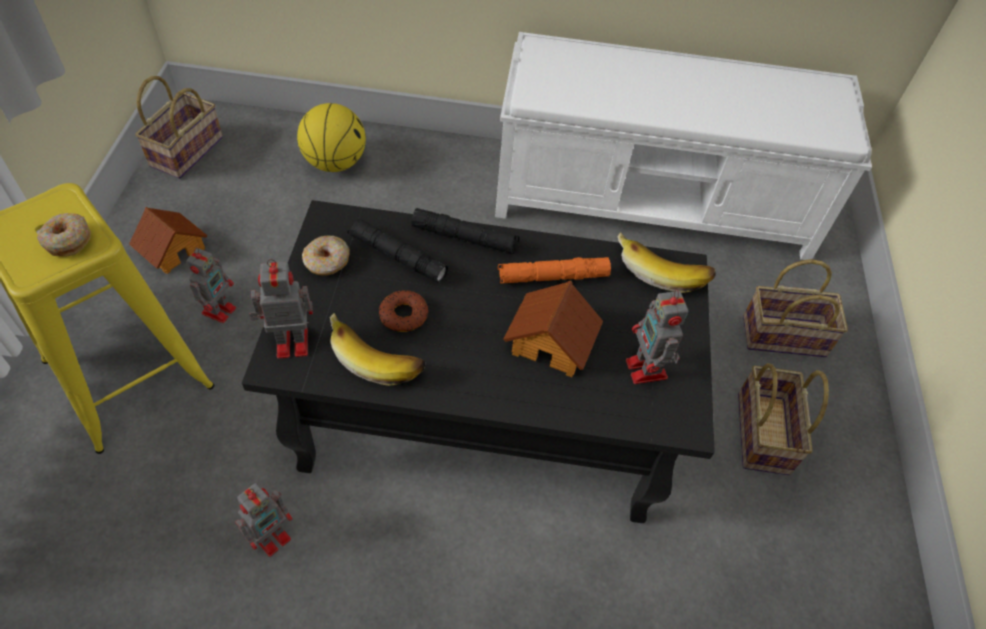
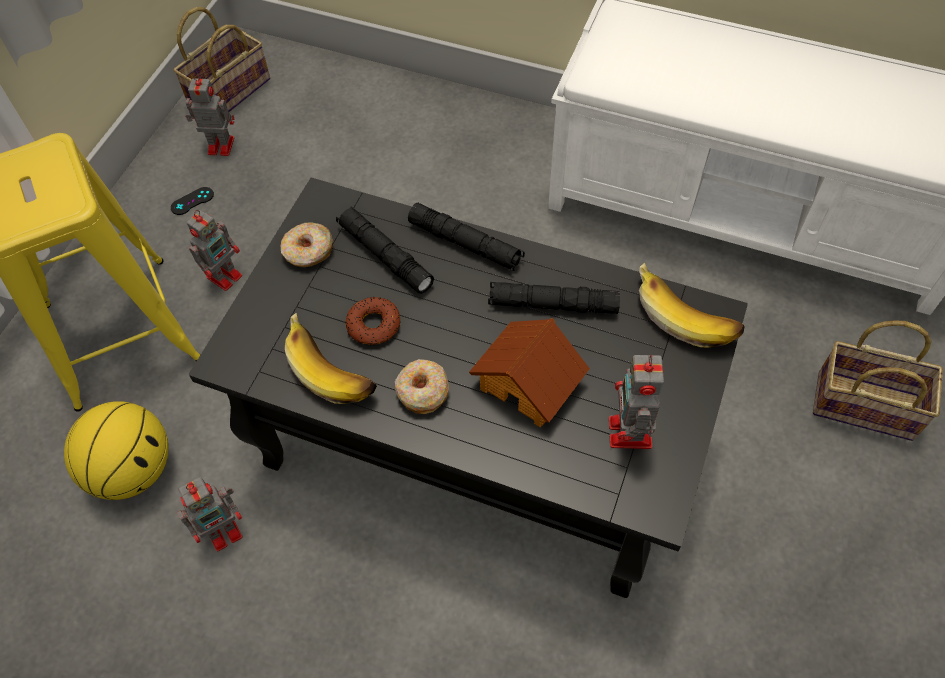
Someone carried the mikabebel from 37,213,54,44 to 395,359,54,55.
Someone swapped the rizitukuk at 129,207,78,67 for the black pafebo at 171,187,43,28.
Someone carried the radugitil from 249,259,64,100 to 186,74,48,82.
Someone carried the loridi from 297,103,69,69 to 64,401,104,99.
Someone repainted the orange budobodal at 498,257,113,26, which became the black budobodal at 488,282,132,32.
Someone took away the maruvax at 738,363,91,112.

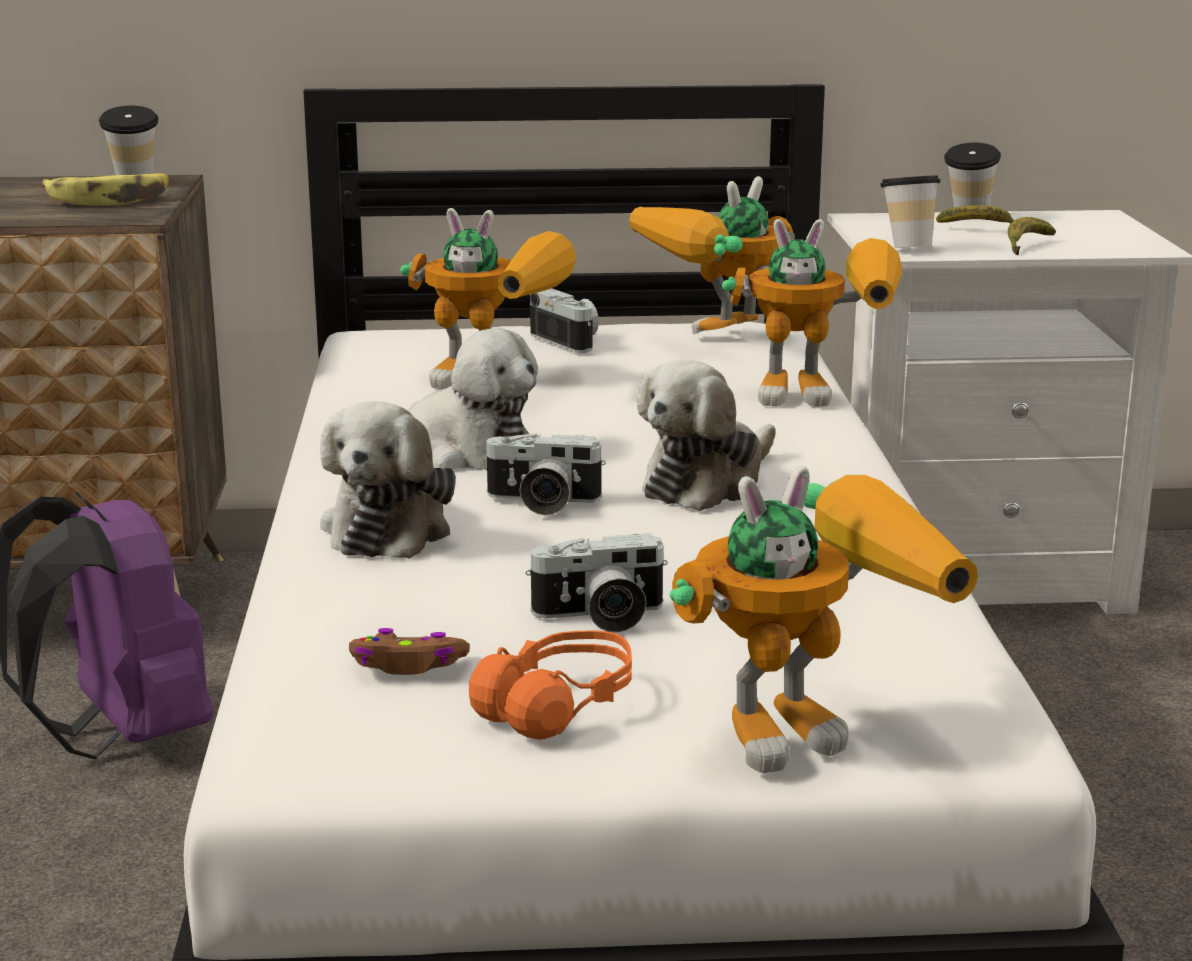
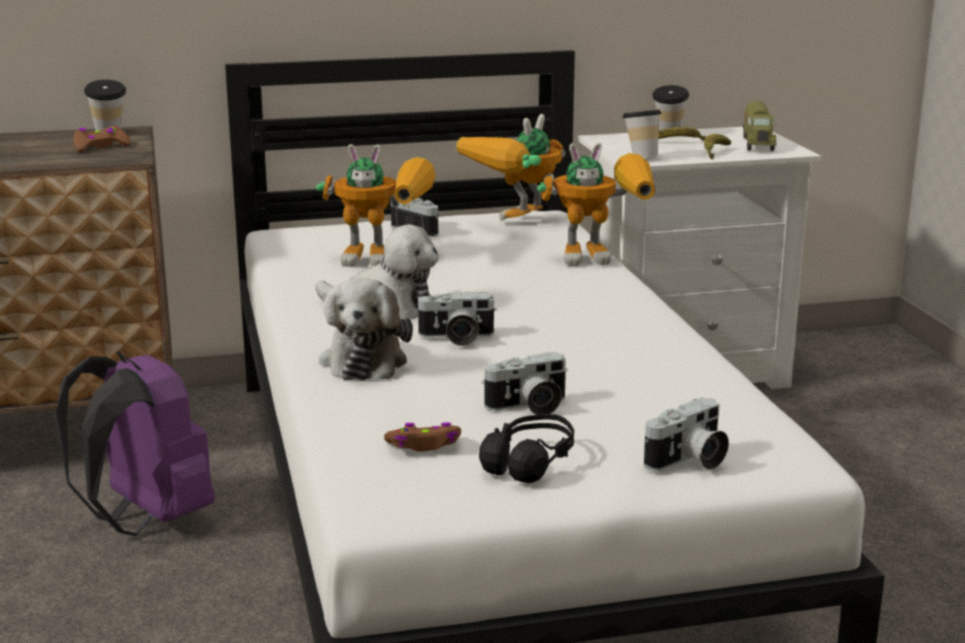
Someone swapped the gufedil at 41,174,128,32 for the brown pafebo at 74,126,57,26.
Someone repainted the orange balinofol at 469,630,163,110, which became the black balinofol at 479,414,95,69.
Someone took away the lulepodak at 637,360,139,151.
Someone swapped the radugitil at 670,465,308,308 for the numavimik at 644,397,85,74.
Someone put down the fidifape at 743,101,35,50.

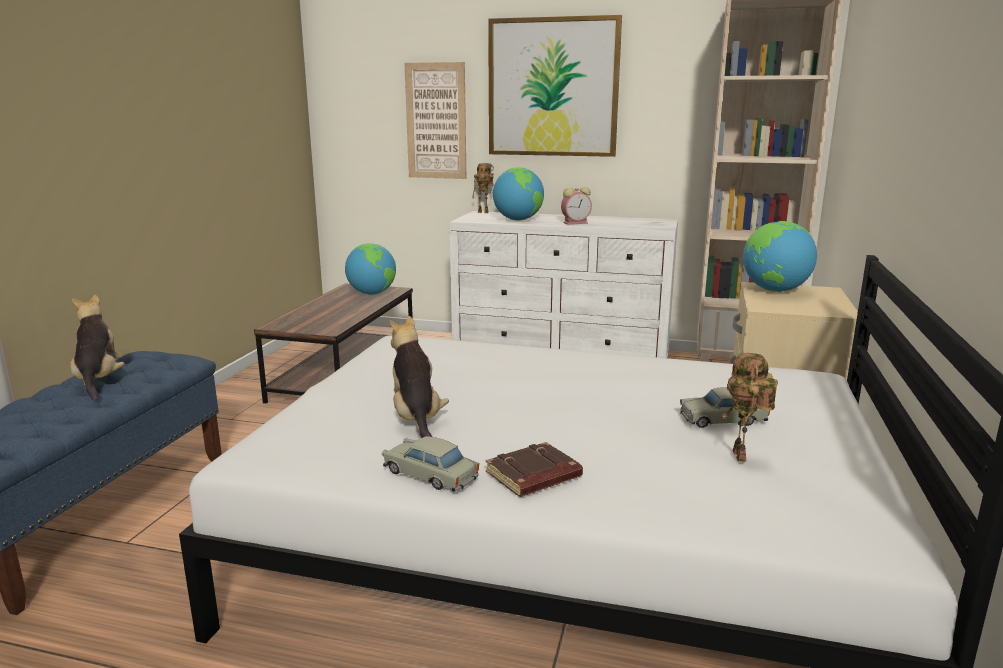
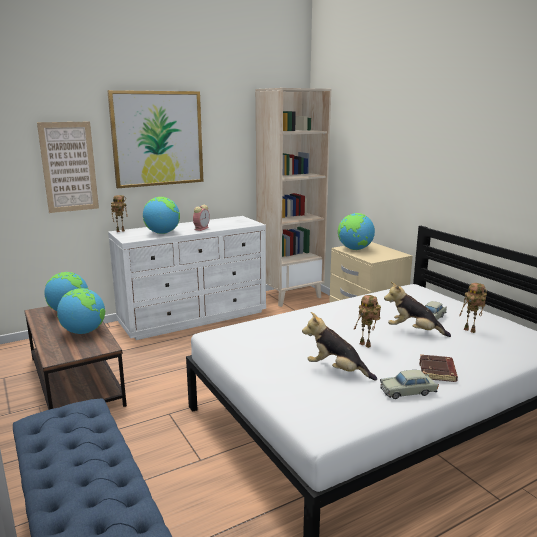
Someone carried the lulepodak from 70,295,55,105 to 384,282,67,55.
Someone put down the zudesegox at 57,288,48,46.
Someone put down the radugitil at 354,295,27,53.

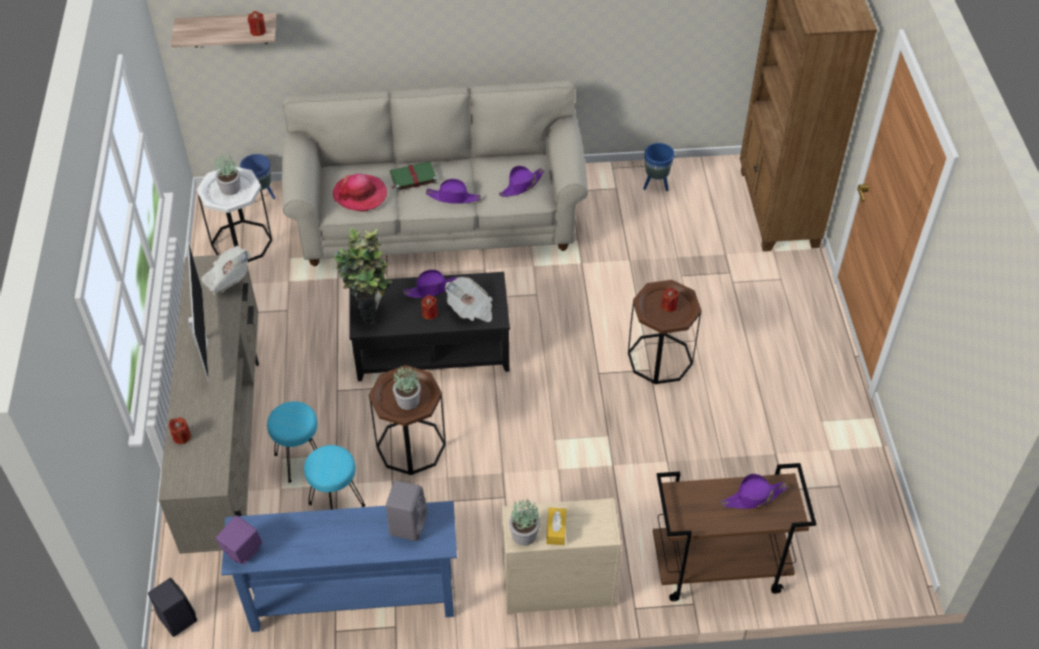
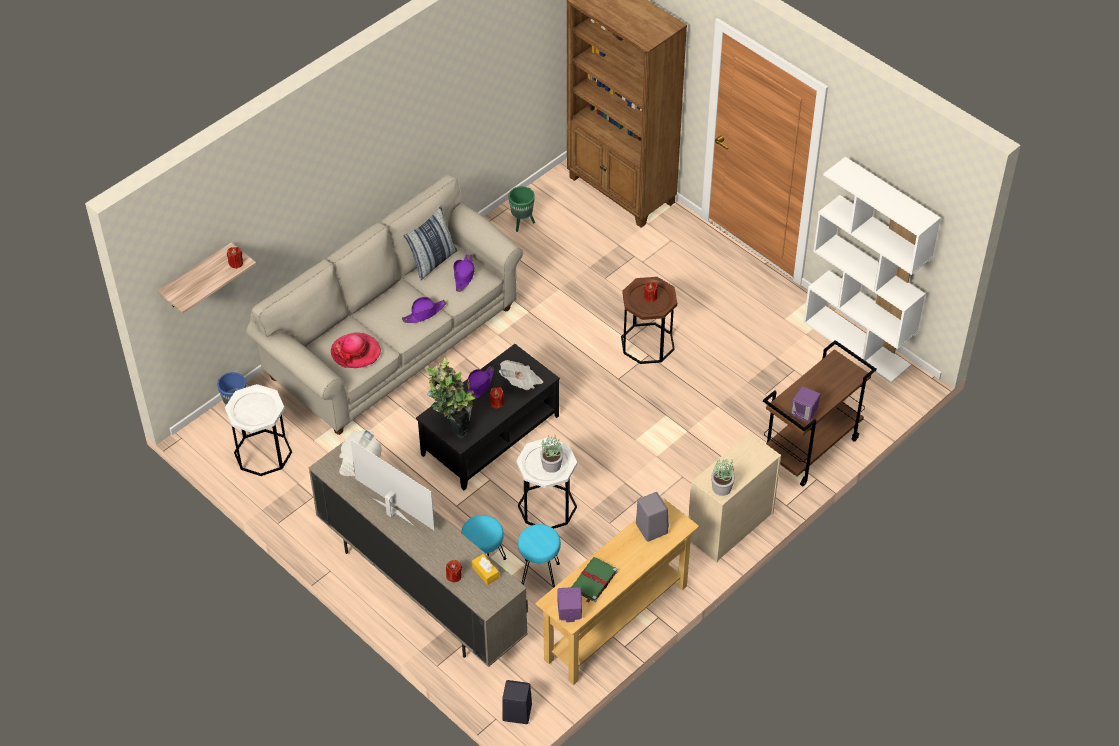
Someone took away the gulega at 215,154,25,41.
Someone repainted the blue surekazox at 221,501,236,131, which became the beige surekazox at 535,497,164,188.
Someone repainted the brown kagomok at 369,365,77,110, which became the white kagomok at 516,437,61,92.
Someone carried the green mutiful from 390,161,47,30 to 572,557,45,46.
Someone carried the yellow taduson from 546,508,21,37 to 472,554,27,31.
Someone repainted the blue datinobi at 643,143,31,48, which became the green datinobi at 508,186,27,46.
Someone took away the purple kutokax at 721,474,67,35.
Someone put down the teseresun at 403,206,55,74.
Someone put down the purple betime at 790,386,31,36.
Someone put down the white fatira at 804,157,137,226.

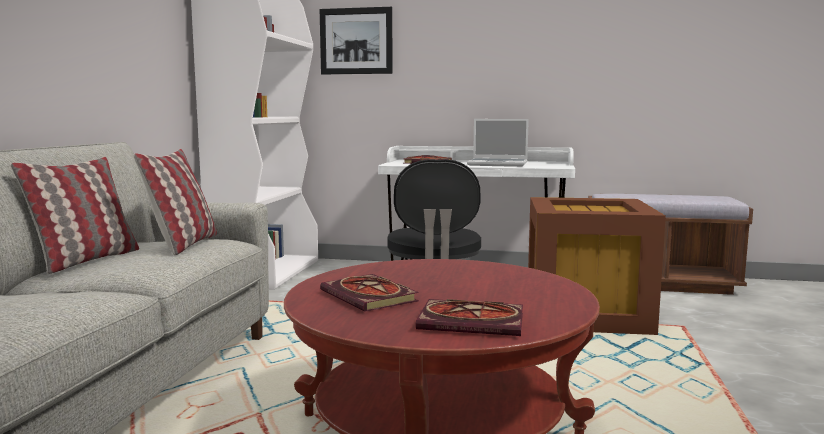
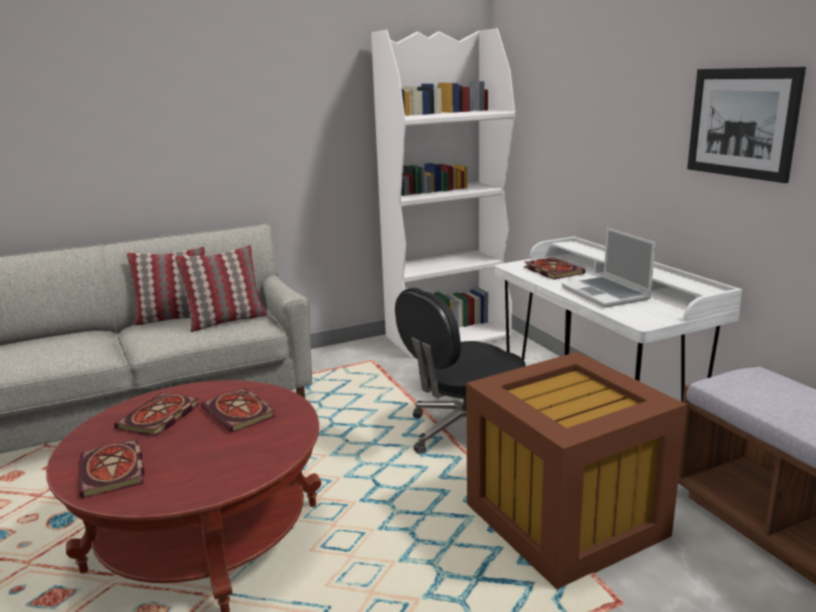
Someone carried the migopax from 320,7,73,67 to 687,67,119,116.
Someone put down the mutiful at 201,388,75,45.

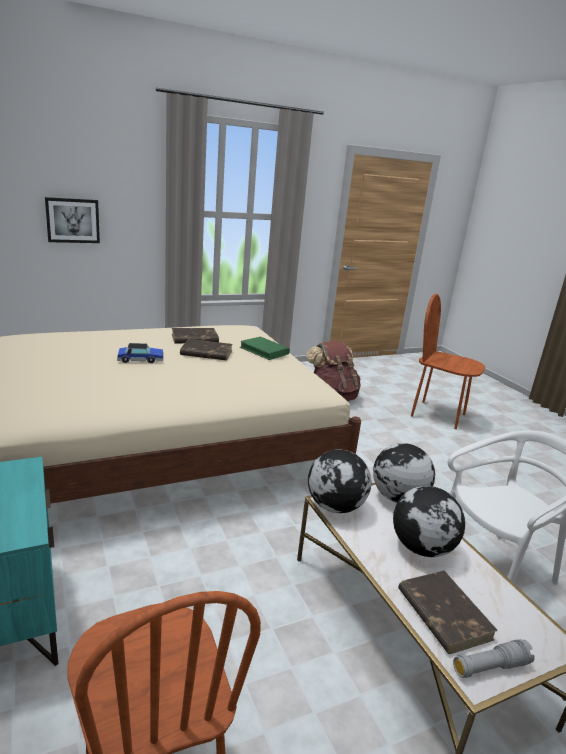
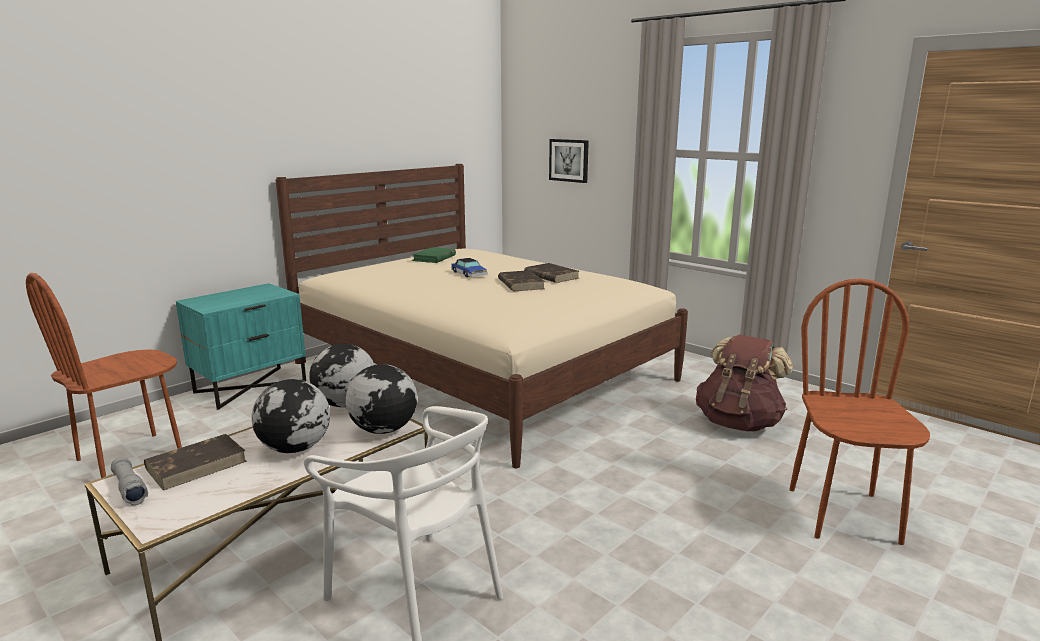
Someone carried the green mutiful from 240,337,50,23 to 412,247,44,16.

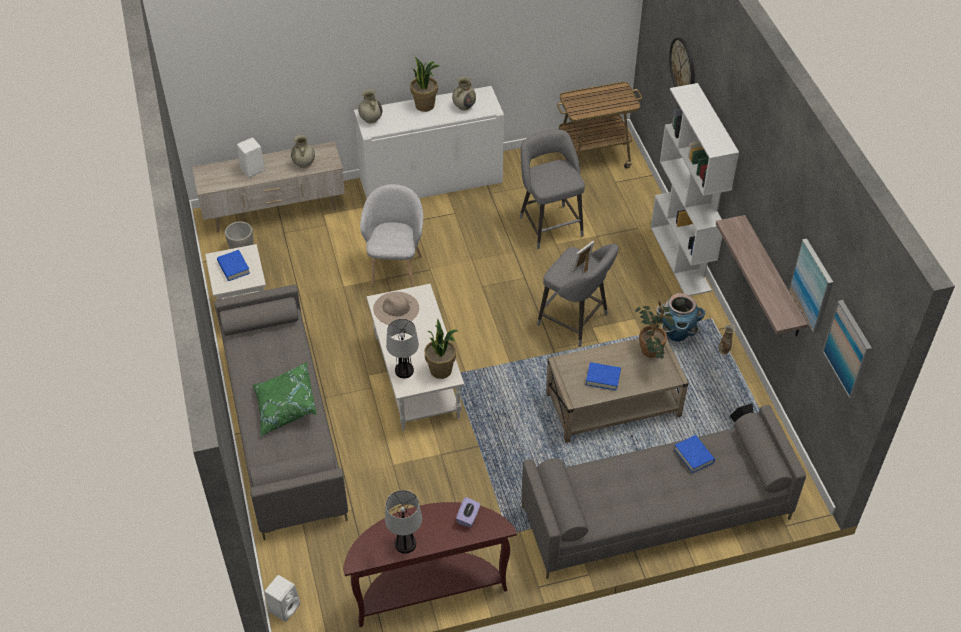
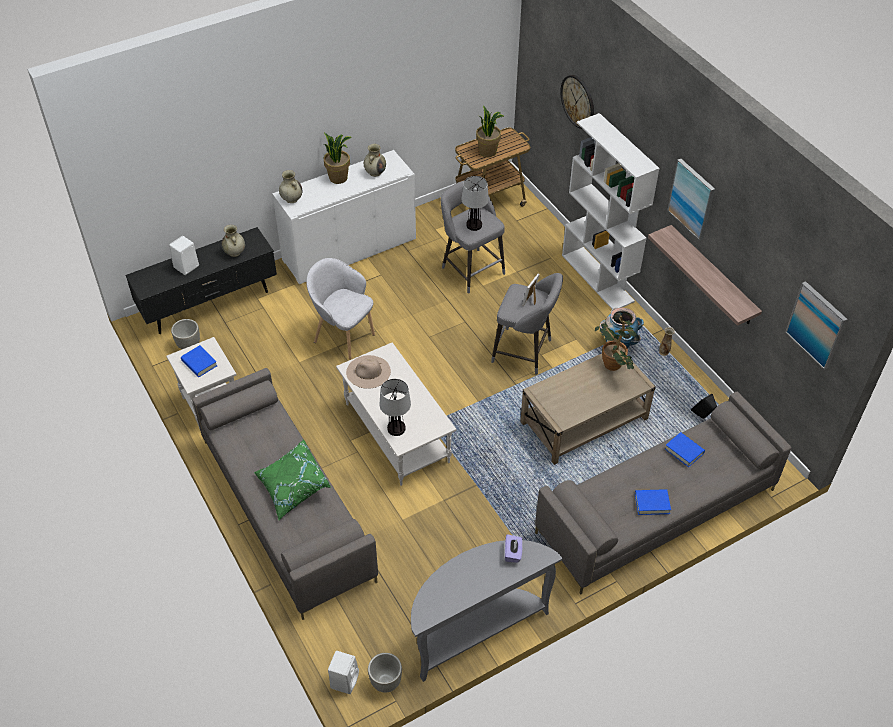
Someone repainted the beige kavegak at 192,142,153,90, which became the black kavegak at 125,227,152,107.
Someone repainted the brown surekazox at 343,502,174,125, which became the grey surekazox at 411,540,152,142.
Someone rotated the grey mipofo at 360,184,63,103 by 45 degrees counterclockwise.
Someone carried the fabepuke from 385,490,37,64 to 461,176,28,55.
Someone carried the gulega from 425,319,33,60 to 476,106,28,51.
Someone carried the blue mutiful from 586,362,35,29 to 635,489,36,26.
Someone carried the migopax from 789,239,44,95 to 667,159,48,82.
Someone put down the grey datinobi at 368,653,34,40.

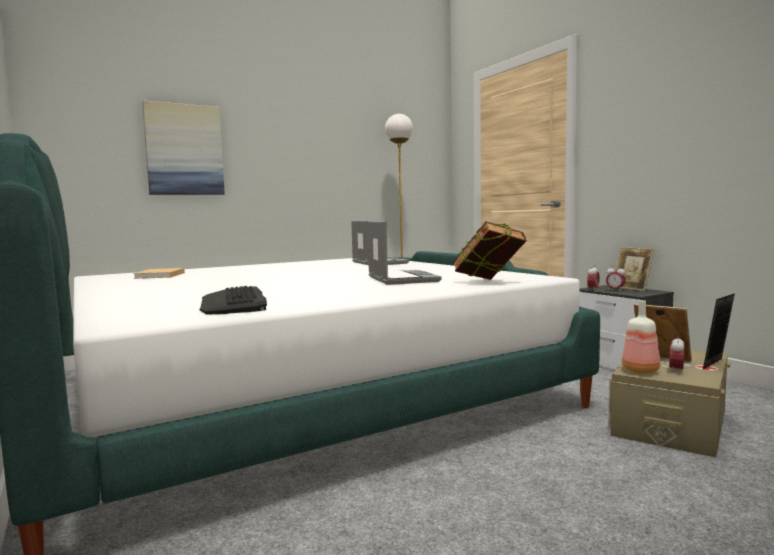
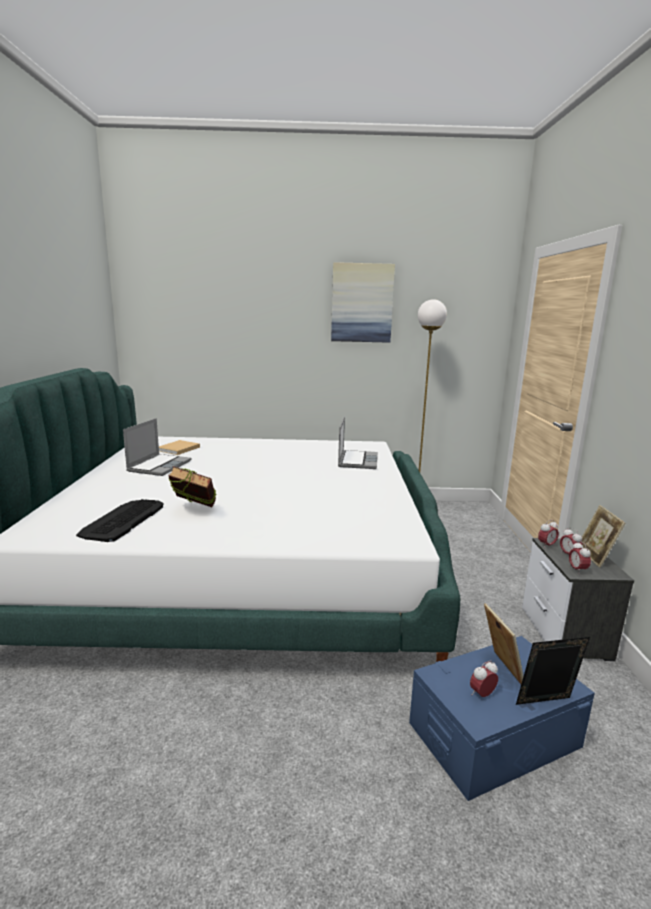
Someone carried the migopax from 143,100,82,95 to 331,262,64,81.
Someone carried the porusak from 368,221,73,64 to 123,418,68,58.
Someone carried the mutiful from 452,221,75,59 to 168,466,49,41.
Someone repainted the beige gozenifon at 608,350,123,108, which became the blue gozenifon at 409,636,186,165.
Someone took away the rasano at 622,300,38,74.
Someone put down the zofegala at 569,541,22,30.

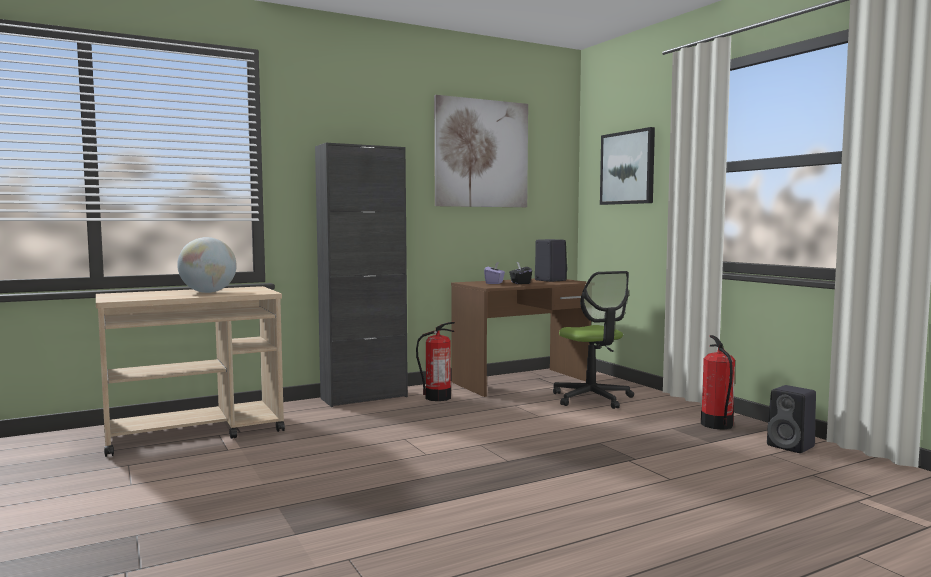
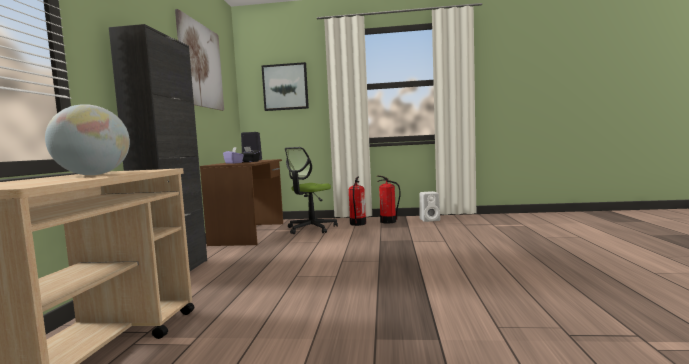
Someone carried the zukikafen from 416,322,39,79 to 349,176,17,50.
Someone rotated the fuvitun at 553,271,81,138 by 120 degrees clockwise.
Someone repainted the black betime at 767,385,49,68, which became the white betime at 419,191,21,31.

